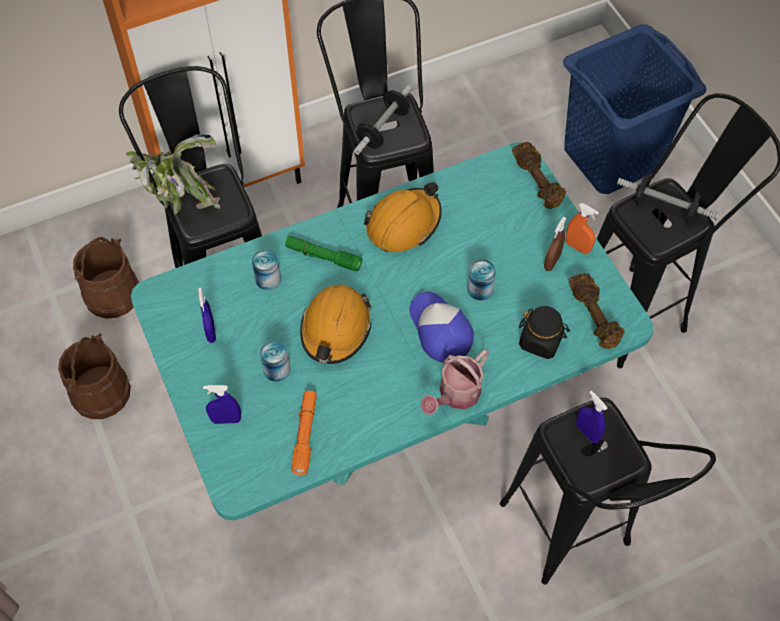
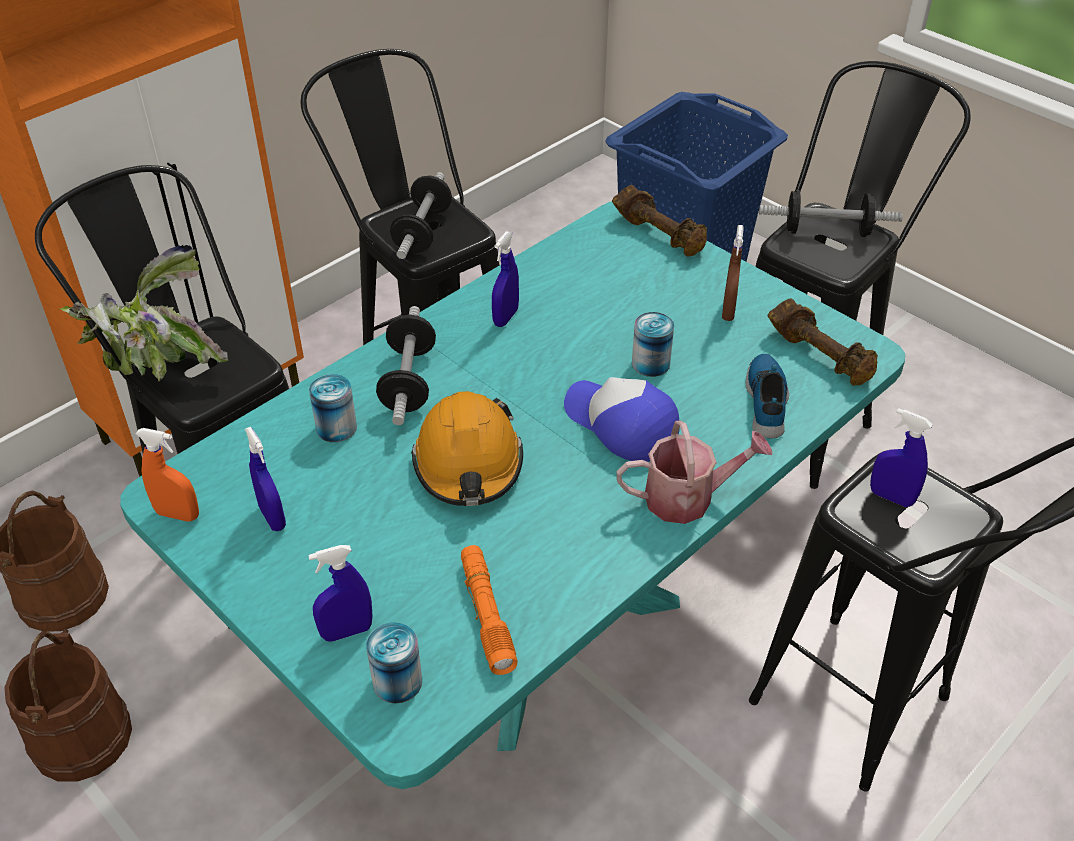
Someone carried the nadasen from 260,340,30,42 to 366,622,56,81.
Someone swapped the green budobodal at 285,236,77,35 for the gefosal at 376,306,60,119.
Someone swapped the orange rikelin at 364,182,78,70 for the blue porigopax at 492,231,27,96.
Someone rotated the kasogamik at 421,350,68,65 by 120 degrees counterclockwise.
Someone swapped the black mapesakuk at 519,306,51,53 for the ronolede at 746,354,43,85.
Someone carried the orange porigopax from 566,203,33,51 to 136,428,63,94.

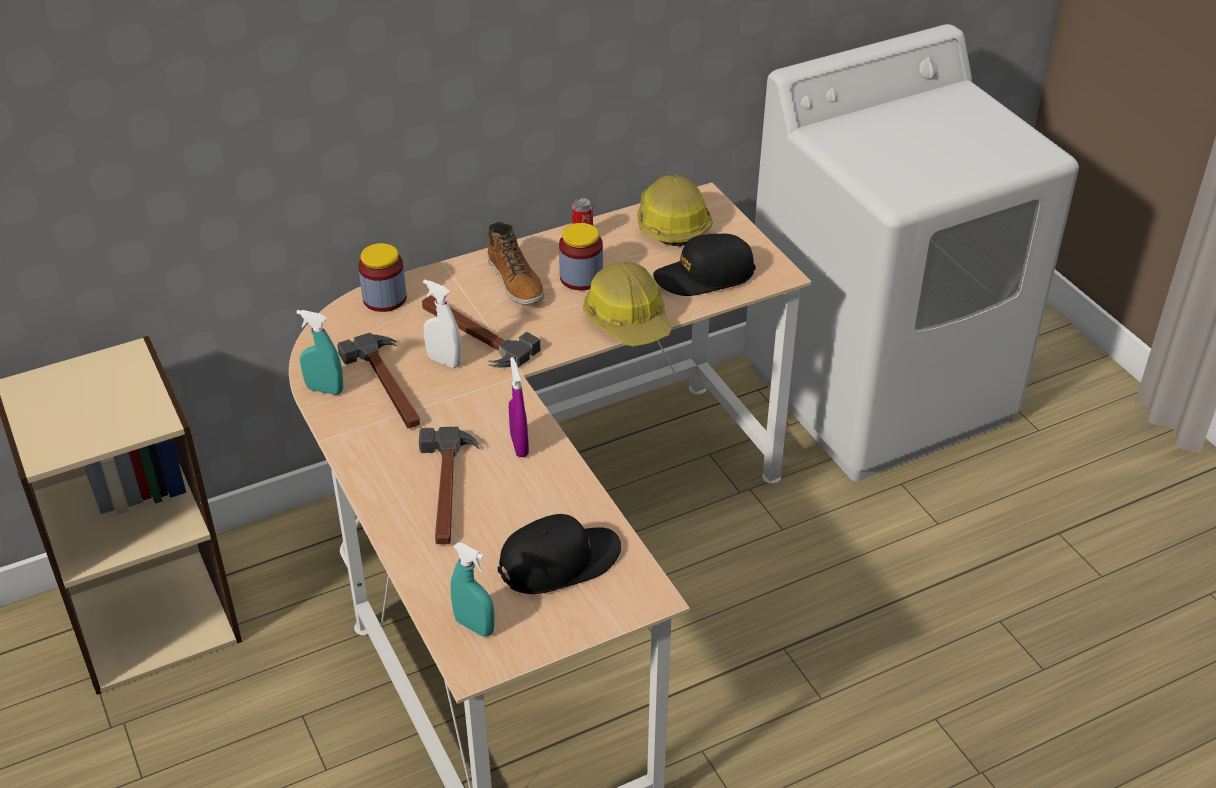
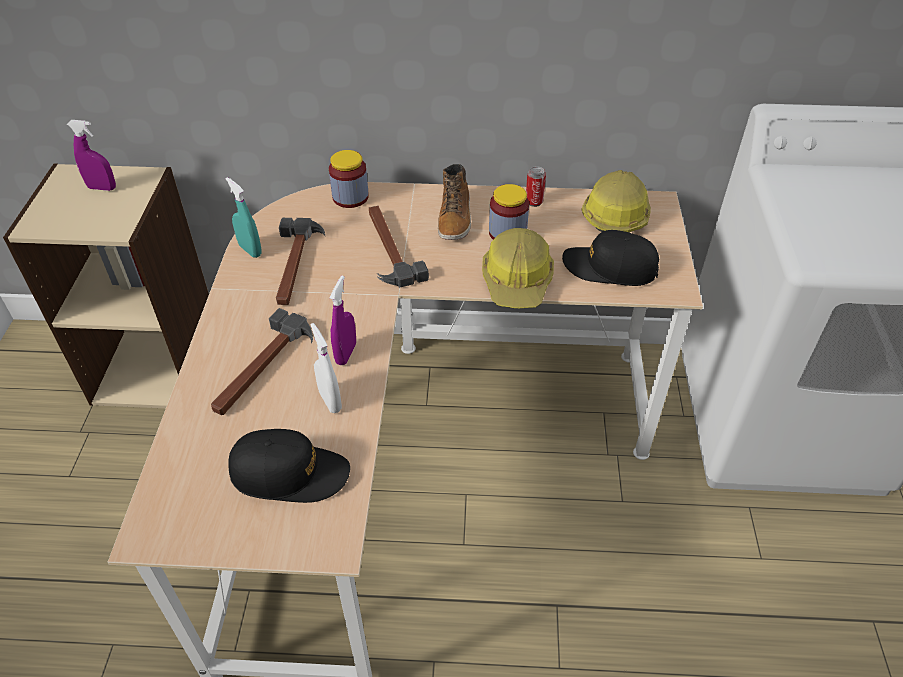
Someone carried the white porigopax from 423,279,38,89 to 311,323,31,90.
Someone took away the turquoise porigopax at 450,542,45,95.
Someone put down the purple porigopax at 67,120,49,71.

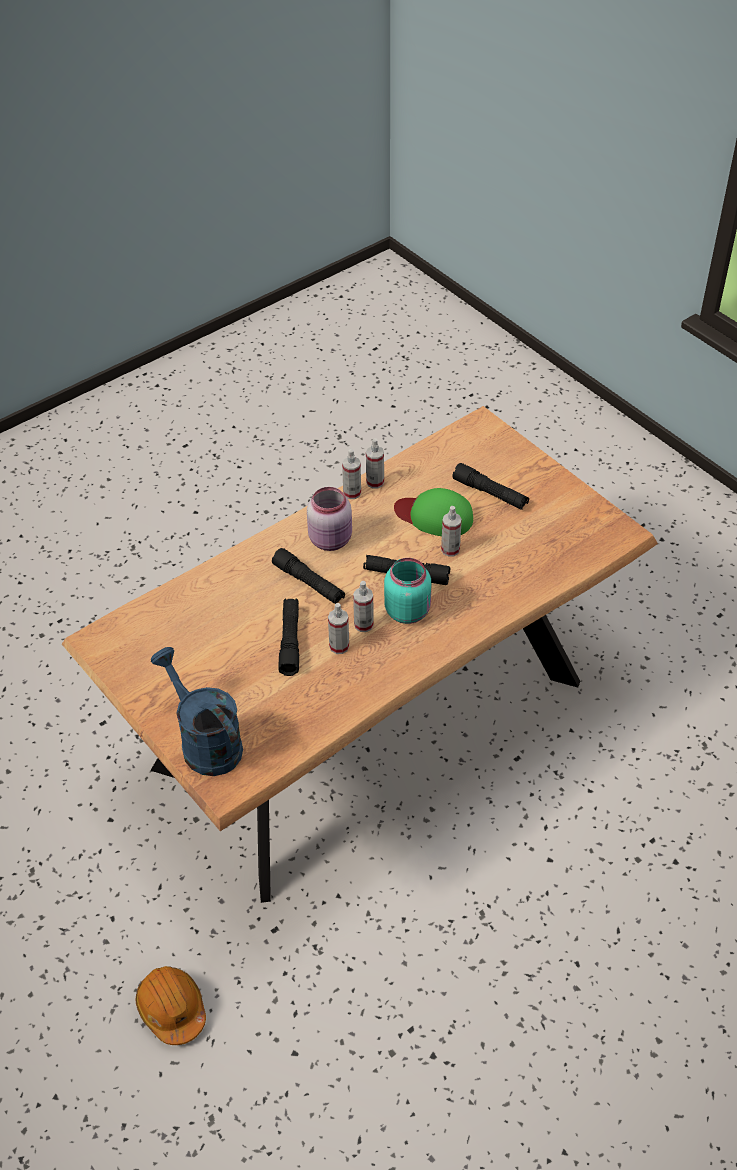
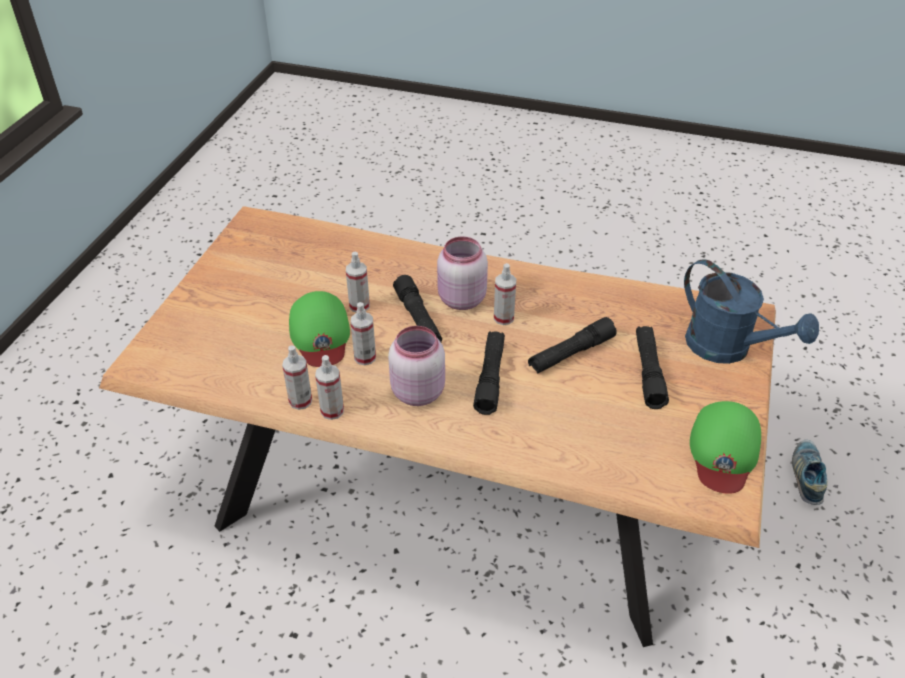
Someone swapped the orange rikelin at 136,966,70,79 for the ronolede at 792,440,36,65.
Someone rotated the blue kasogamik at 151,647,92,129 by 60 degrees counterclockwise.
Someone carried the porigopax from 328,603,21,51 to 351,302,25,63.
Someone repainted the turquoise mapesakuk at 384,558,47,66, which became the pink mapesakuk at 437,236,51,74.
Someone carried the black budobodal from 452,463,77,47 to 636,326,33,83.
Someone put down the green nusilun at 690,401,71,93.

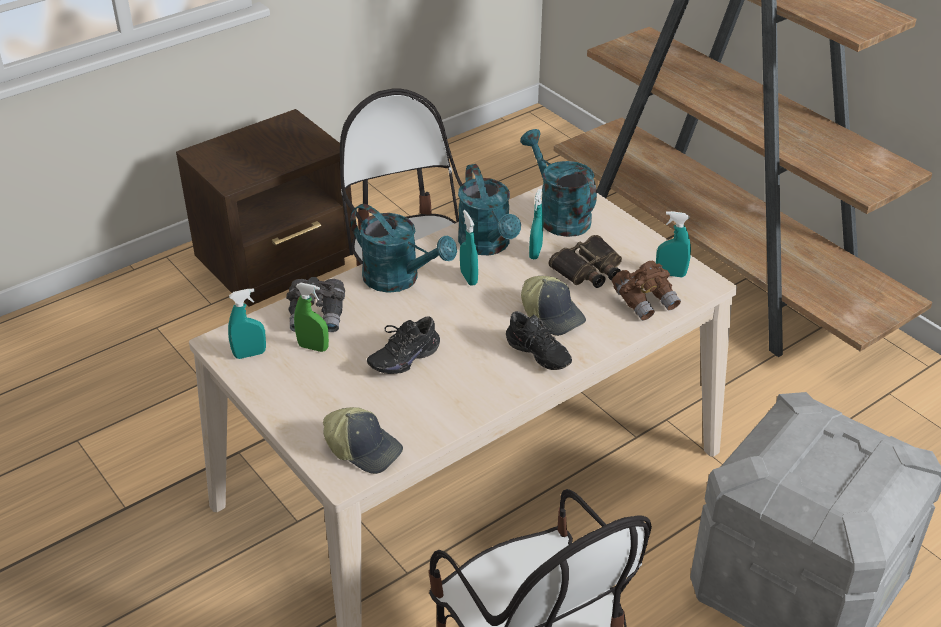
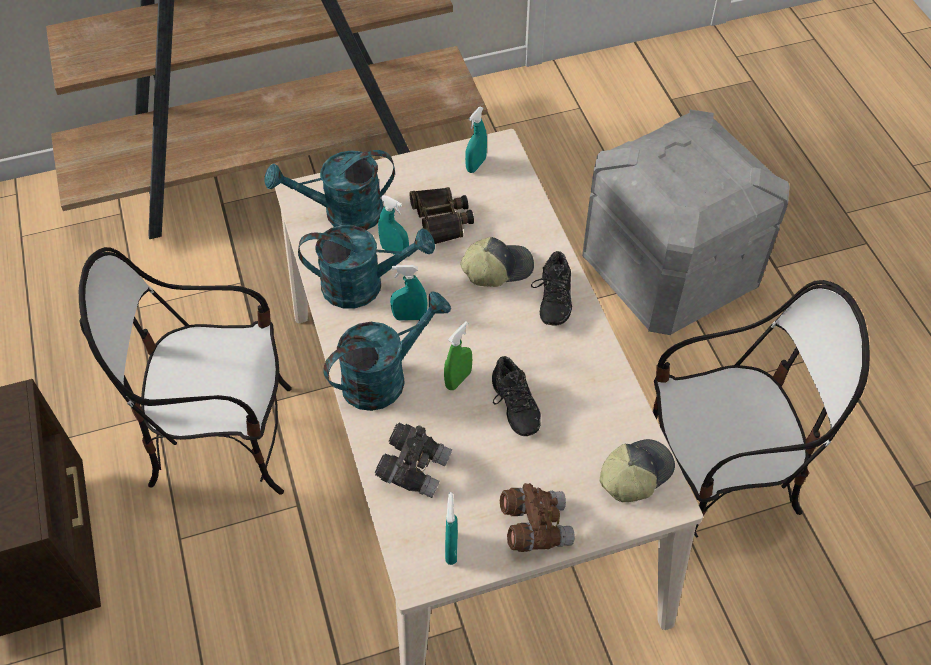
Someone carried the green porigopax from 294,283,35,69 to 444,321,28,69.
Someone rotated the black ronolede at 506,311,66,59 by 120 degrees clockwise.
Someone carried the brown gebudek from 612,261,69,60 to 500,483,75,69.

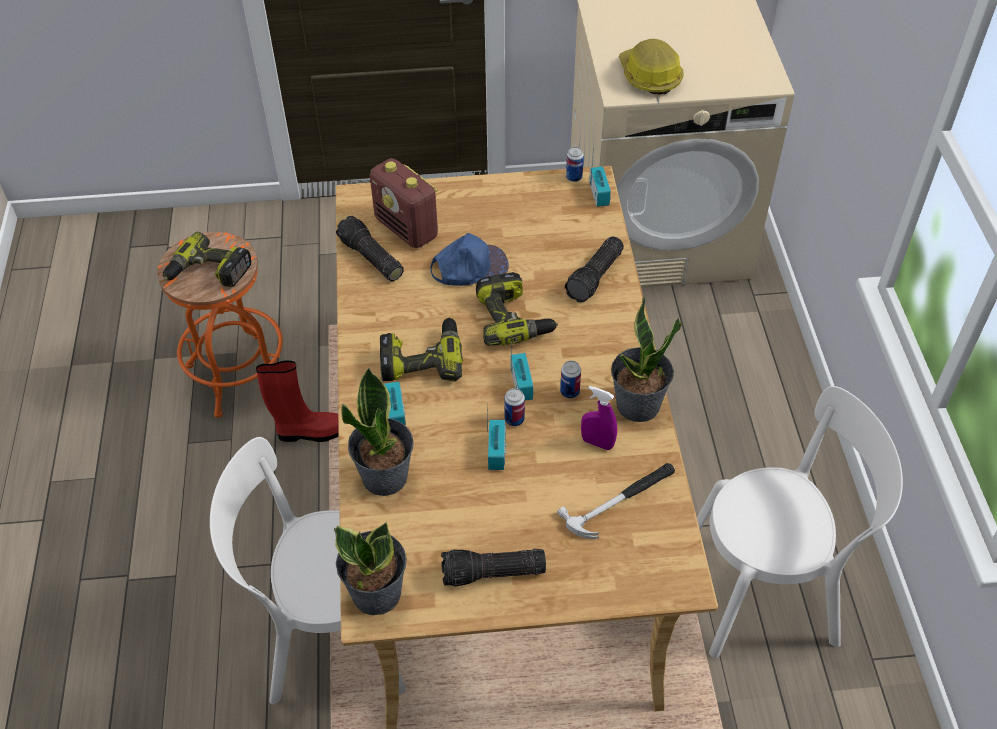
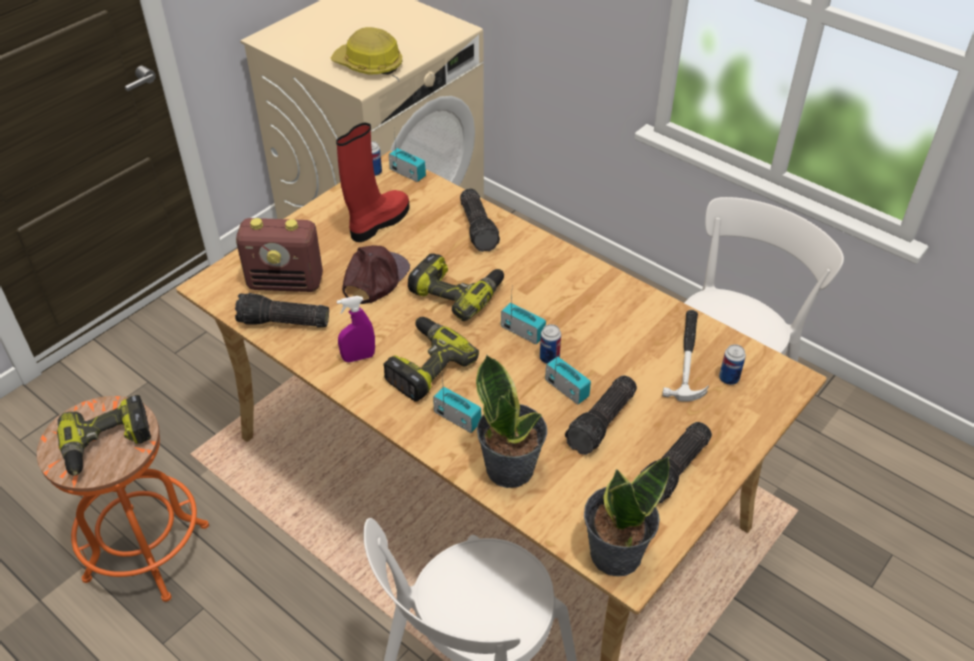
Someone carried the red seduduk from 256,360,83,82 to 336,123,74,119.
Someone repainted the blue nusilun at 430,233,79,53, which became the brown nusilun at 342,245,68,59.
Someone carried the nadasen from 560,361,21,37 to 719,344,27,41.
Someone carried the purple porigopax from 581,386,36,64 to 337,296,38,66.
Someone took away the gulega at 611,296,71,126.
Someone put down the budobodal at 565,375,72,80.

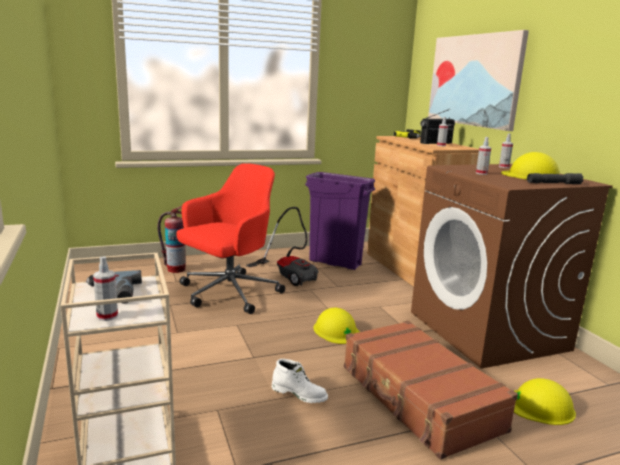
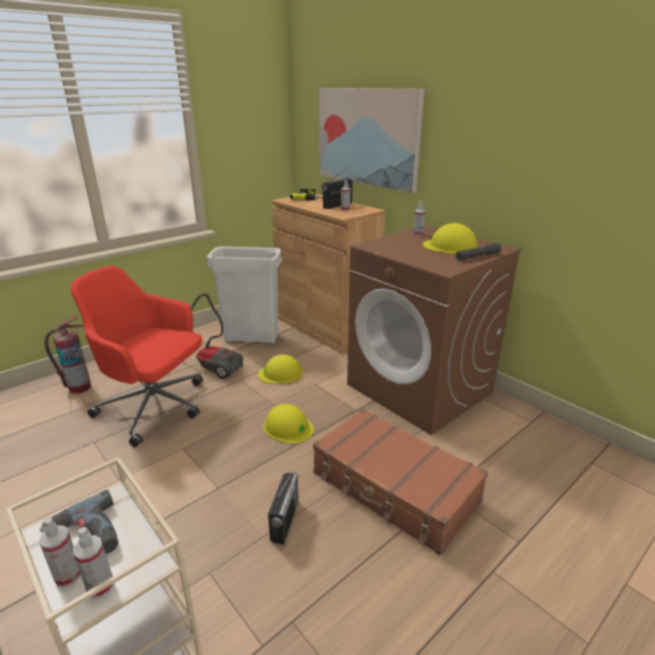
Someone rotated the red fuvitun at 176,163,109,151 by 90 degrees counterclockwise.
Someone swapped the white seduduk at 272,359,56,44 for the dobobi at 268,472,31,73.
Someone repainted the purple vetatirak at 305,172,70,98, which became the white vetatirak at 207,246,75,97.
Someone carried the porigopax from 476,137,15,38 to 39,517,42,70.
Someone carried the yellow rikelin from 514,378,62,47 to 258,355,45,29.

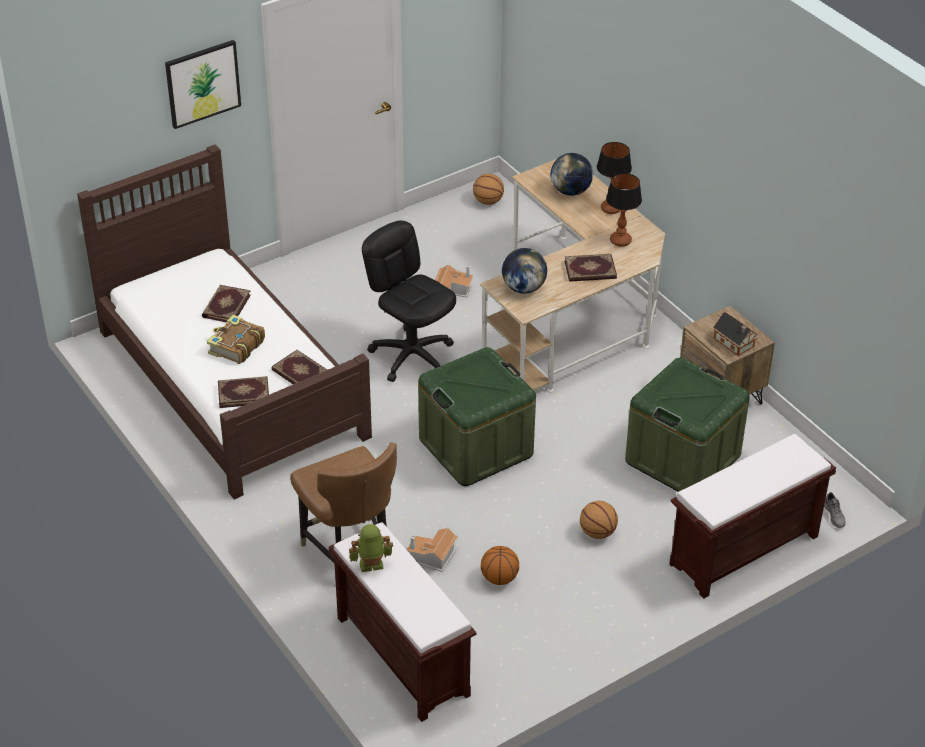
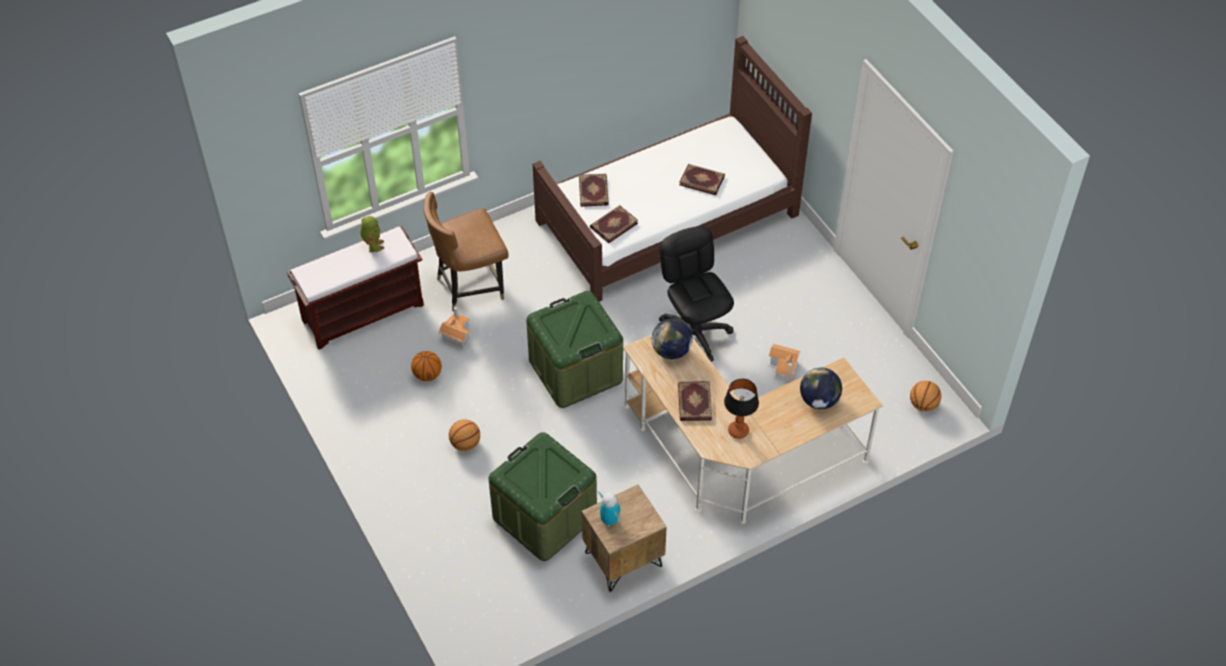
Someone took away the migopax at 165,40,76,89.
Someone took away the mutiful at 207,315,58,49.
Someone rotated the black fuvitun at 362,220,94,162 by 75 degrees counterclockwise.
Someone took away the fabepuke at 597,142,35,72.
Someone took away the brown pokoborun at 669,434,167,165.
Someone swapped the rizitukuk at 713,312,45,44 for the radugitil at 598,491,23,36.
Someone took away the grey ronolede at 824,492,22,36.

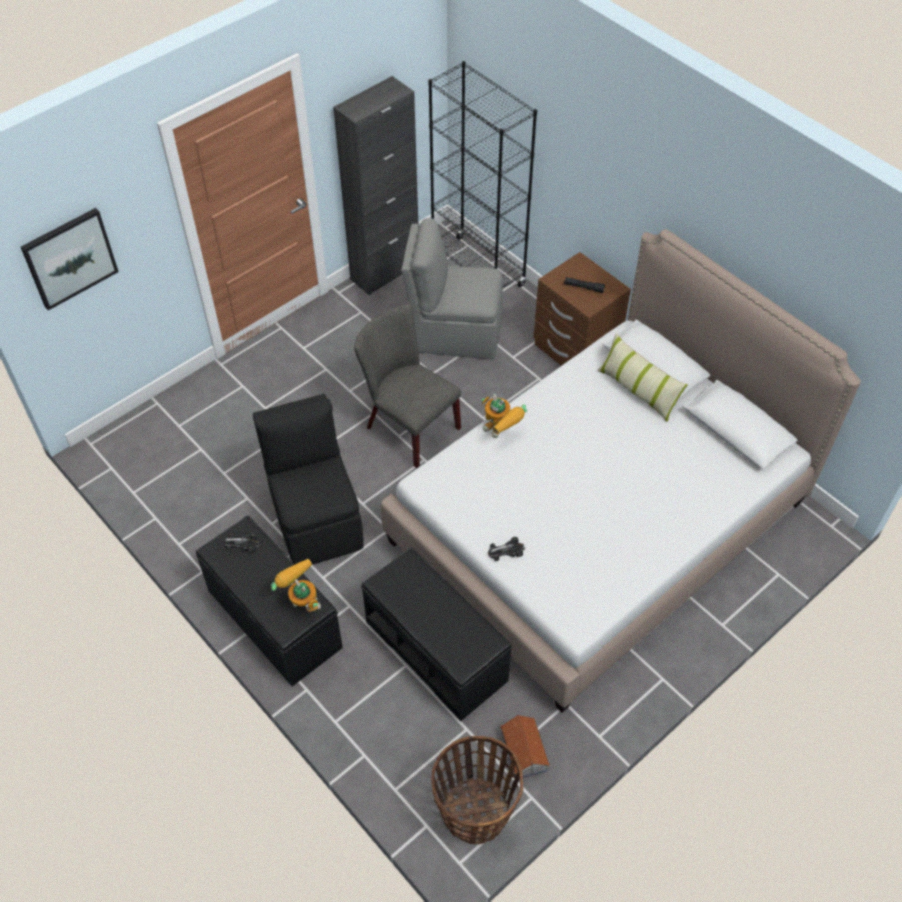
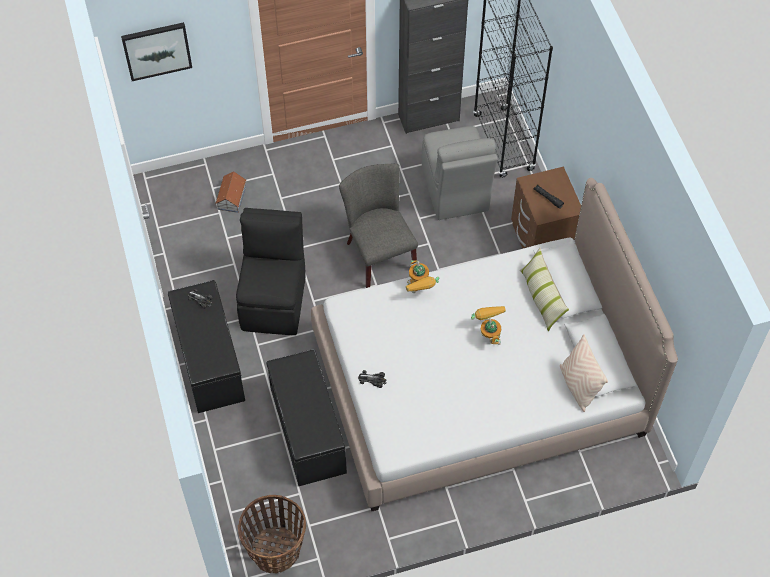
Someone carried the radugitil from 271,559,50,53 to 471,306,35,39.
Someone rotated the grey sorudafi at 401,218,102,142 by 135 degrees counterclockwise.
Someone carried the rizitukuk from 500,715,50,63 to 215,171,31,42.
Someone put down the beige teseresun at 560,334,48,78.

